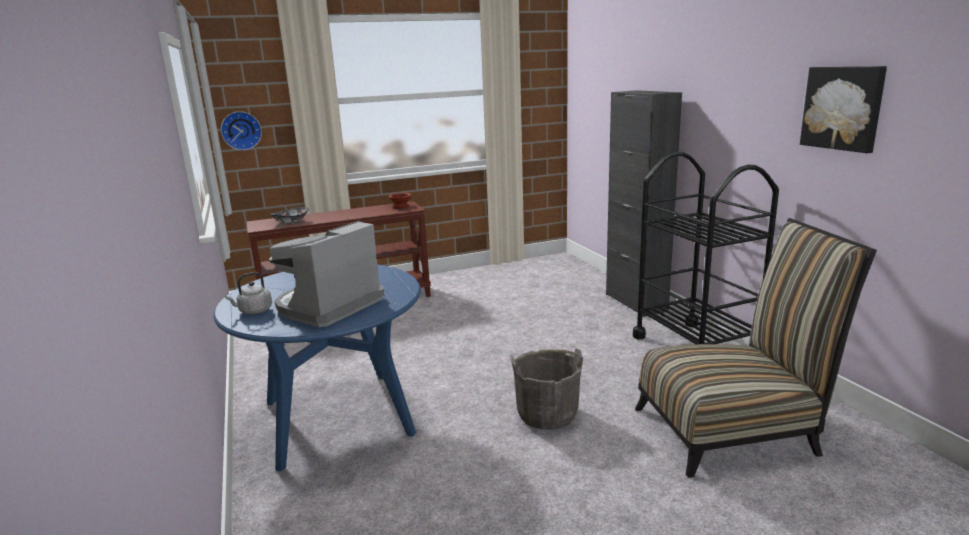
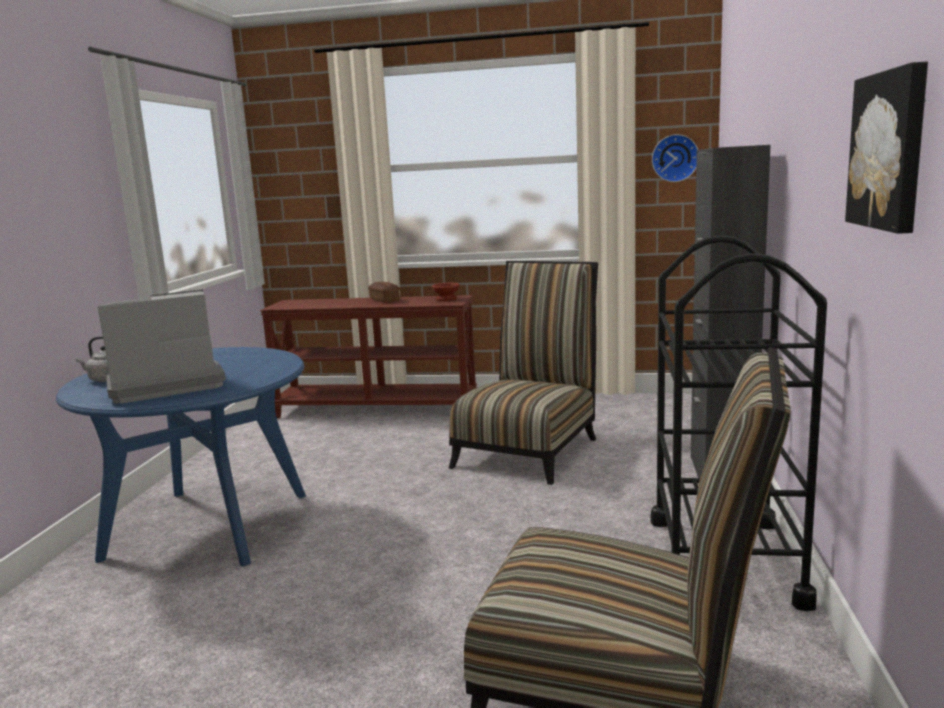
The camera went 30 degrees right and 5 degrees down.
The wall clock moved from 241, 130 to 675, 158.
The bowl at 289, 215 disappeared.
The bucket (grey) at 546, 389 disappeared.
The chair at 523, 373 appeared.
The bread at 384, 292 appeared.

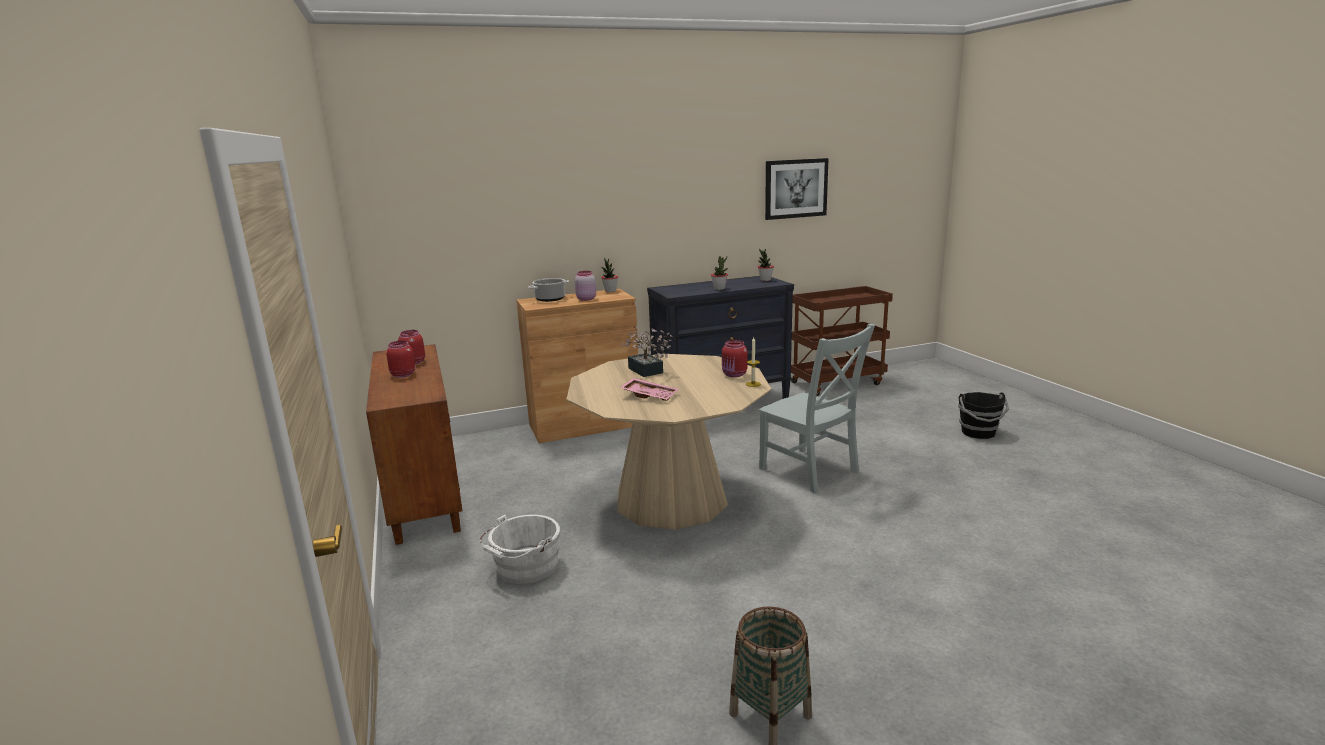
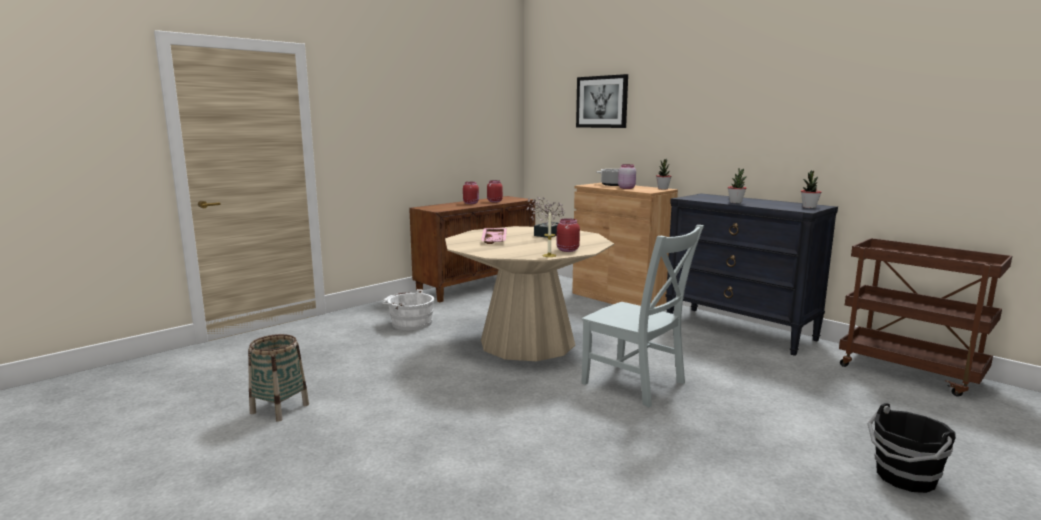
The camera went 65 degrees right and 5 degrees down.
The picture moved from 797, 189 to 602, 101.
The chair (grey) at 816, 409 turned 75 degrees counterclockwise.

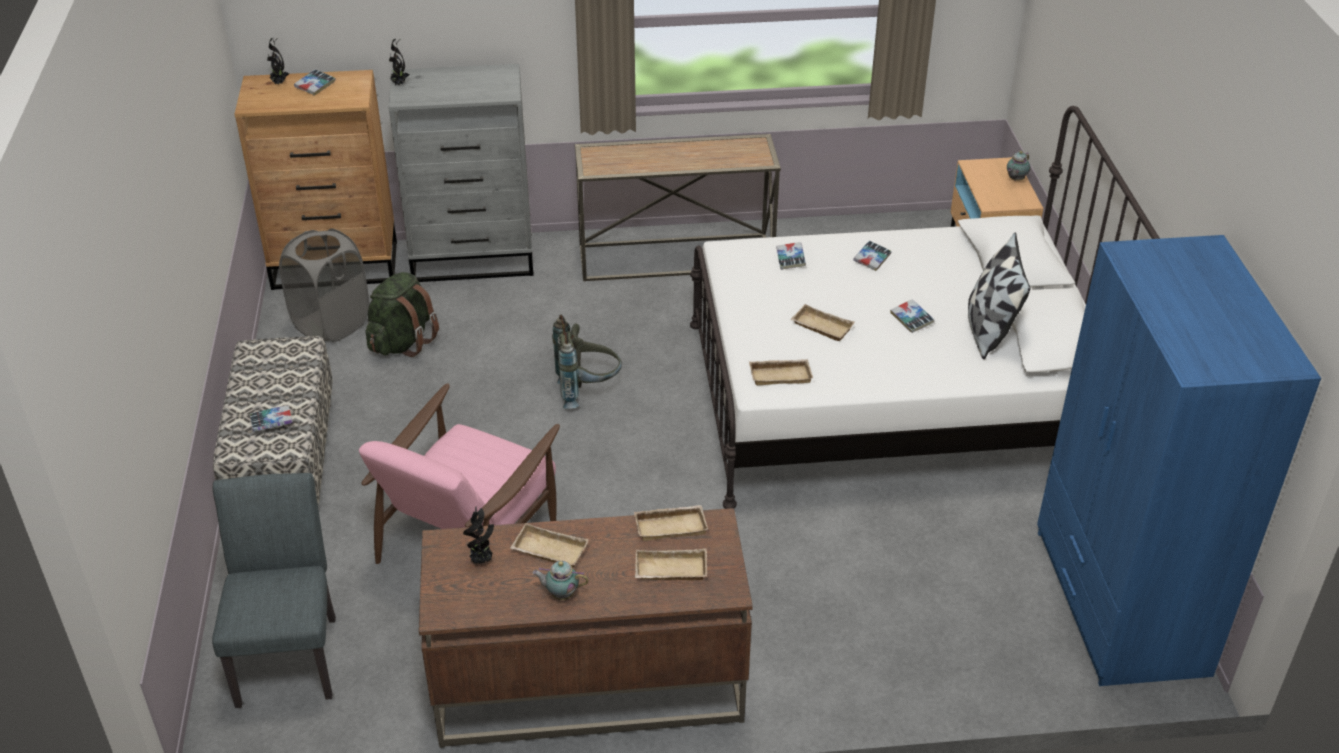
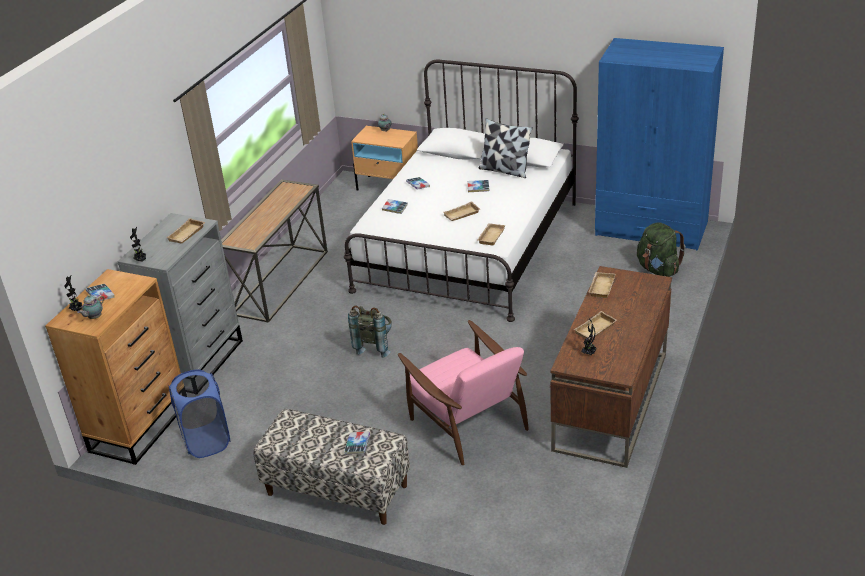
The camera went 60 degrees left and 5 degrees down.
The laundry basket (grey) at 324, 285 became the laundry basket (blue) at 199, 413.
The backpack (green) moved from 402, 314 to 661, 249.
The chair (grey) at 274, 590 disappeared.
The tray (beige) moved from 671, 564 to 185, 231.
The teapot moved from 560, 580 to 91, 307.

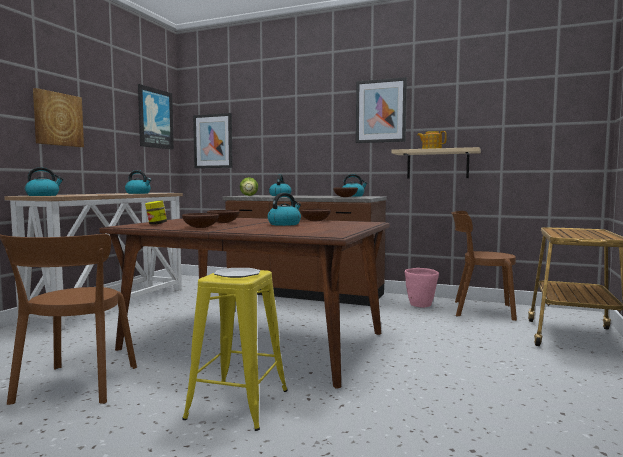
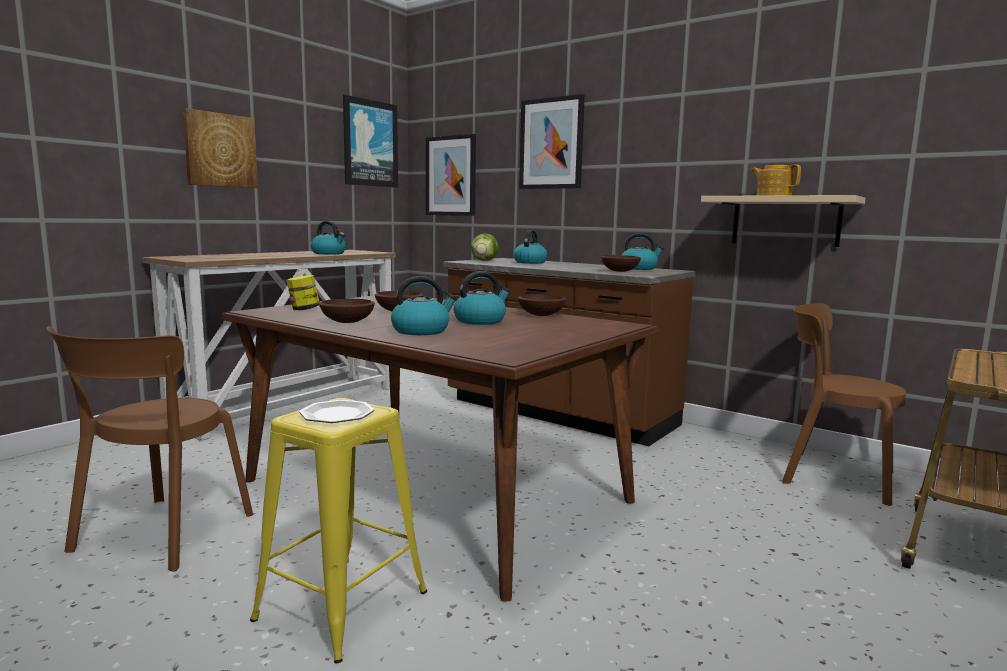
The camera went 15 degrees right and 5 degrees up.
The picture moved from 381, 110 to 552, 141.
The kettle moved from 44, 181 to 424, 305.
The planter (pink) at 422, 288 disappeared.

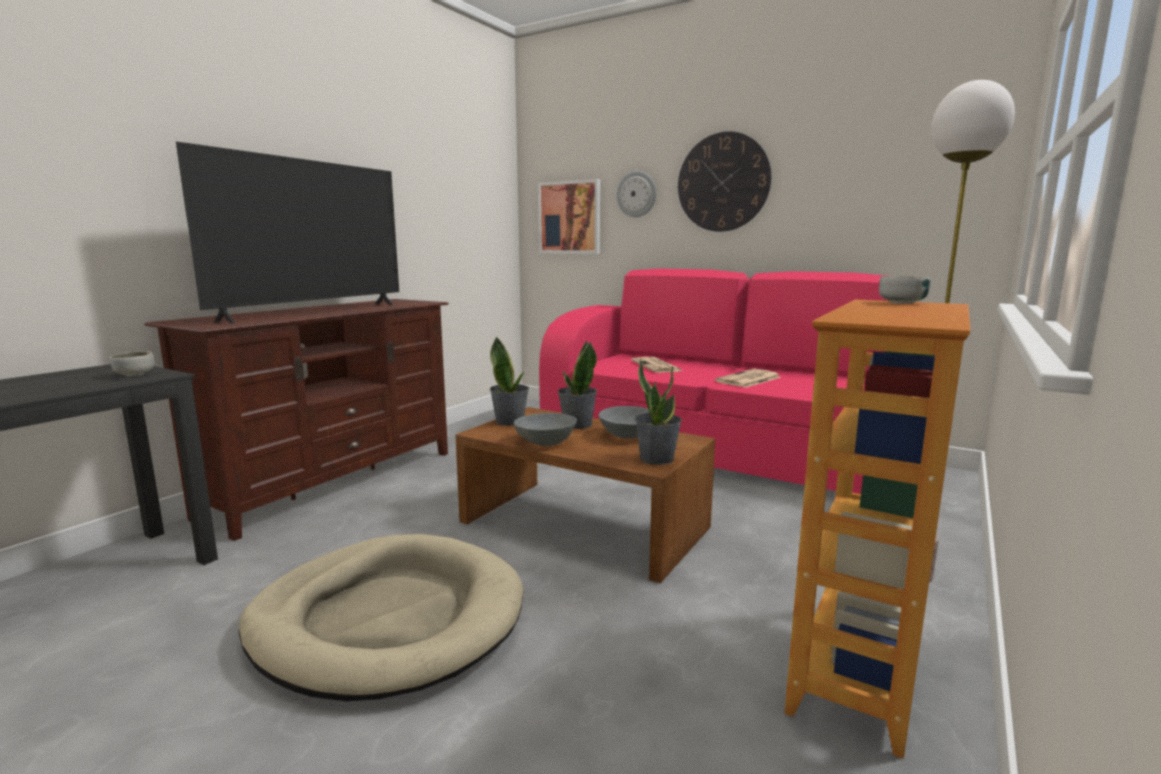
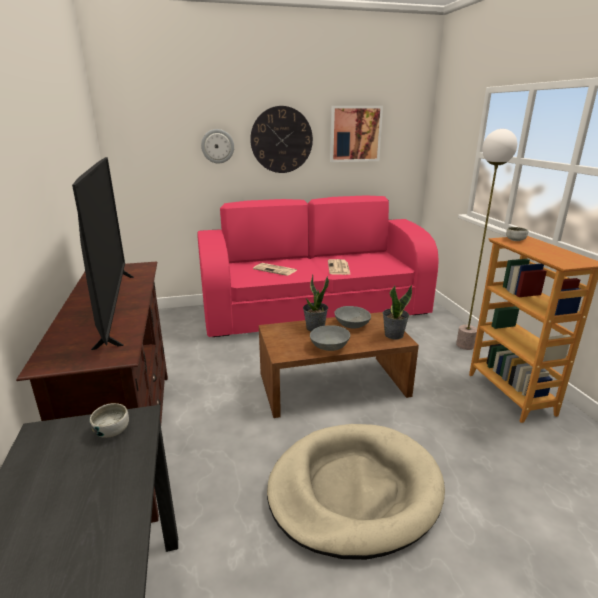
The camera went 45 degrees left and 10 degrees up.
The picture moved from 569, 216 to 356, 134.
The potted plant at 509, 381 disappeared.

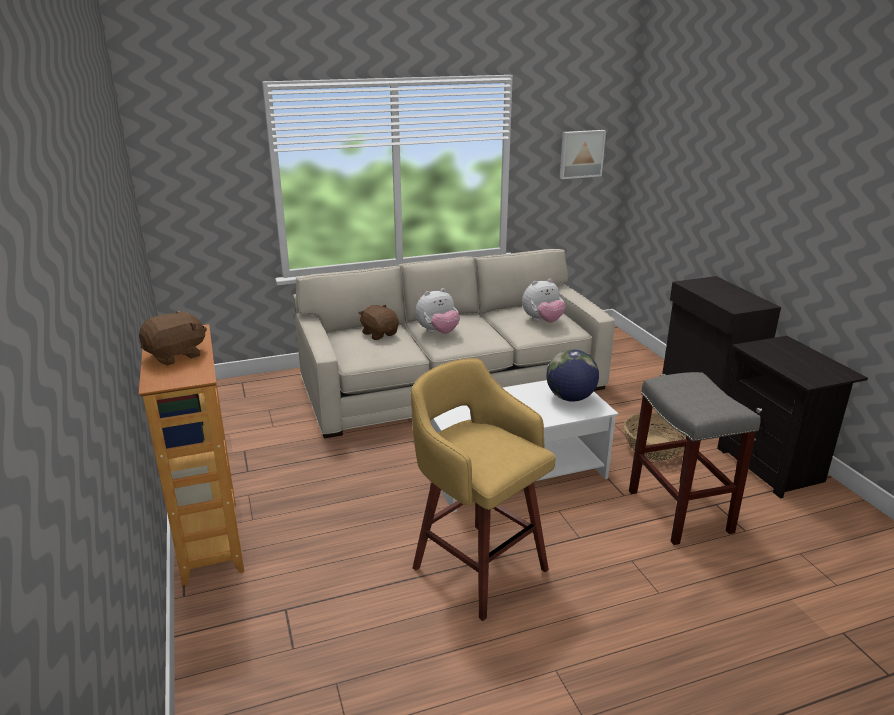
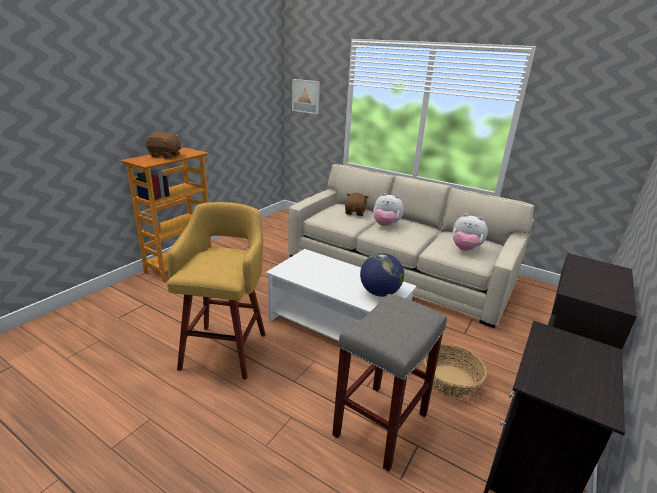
The camera went 50 degrees right and 0 degrees up.
The picture moved from 583, 154 to 306, 96.

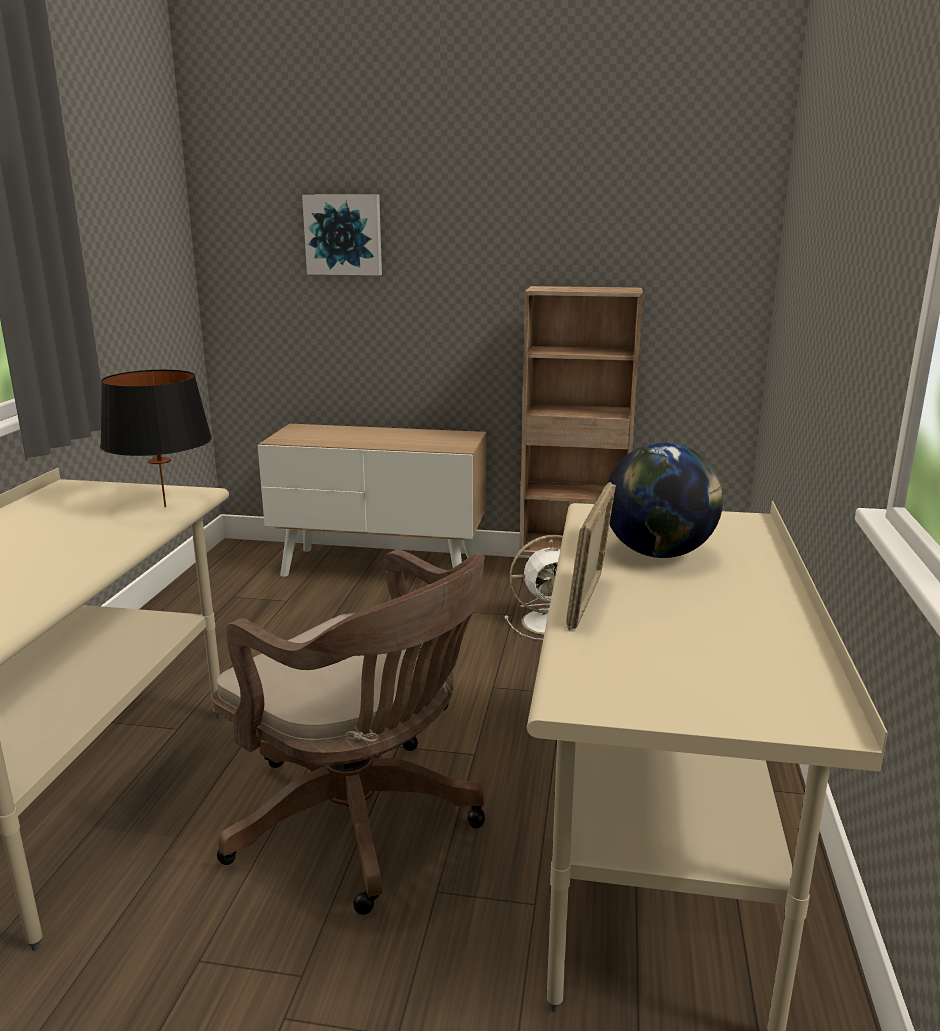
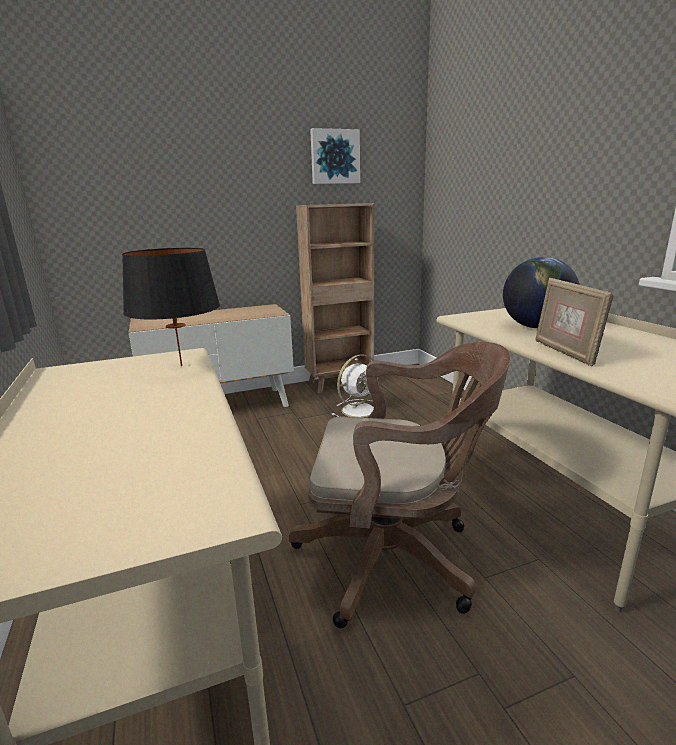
The camera went 30 degrees left and 0 degrees up.
The picture moved from 342, 235 to 335, 156.

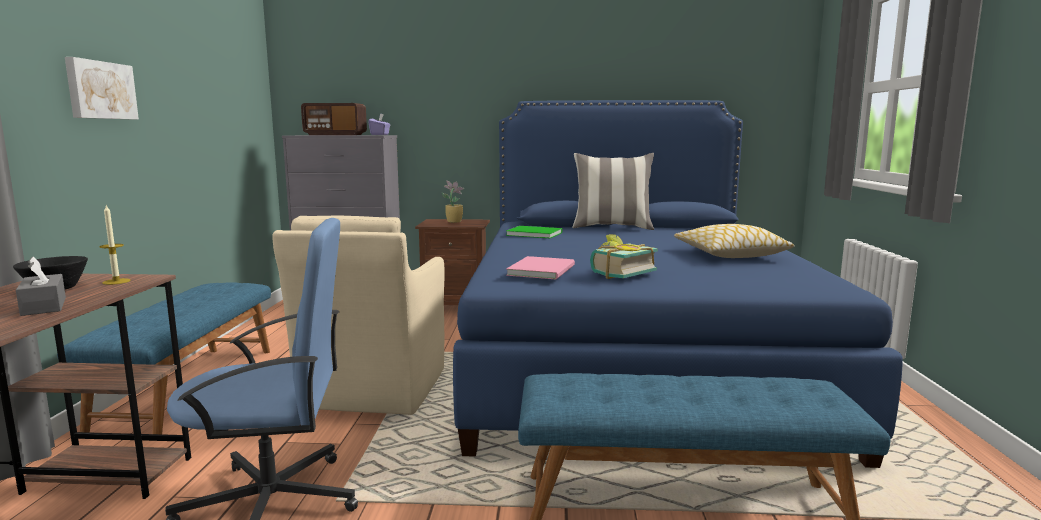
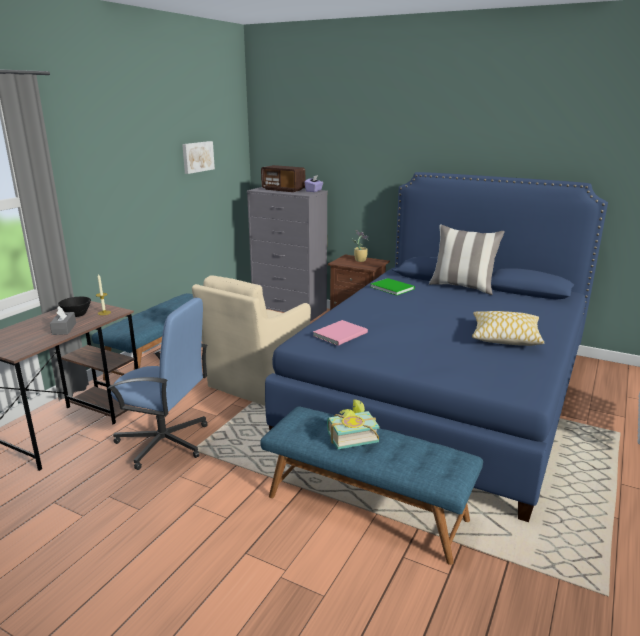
The camera went 25 degrees right and 10 degrees up.
The picture moved from 102, 88 to 198, 157.
The book moved from 624, 256 to 353, 424.

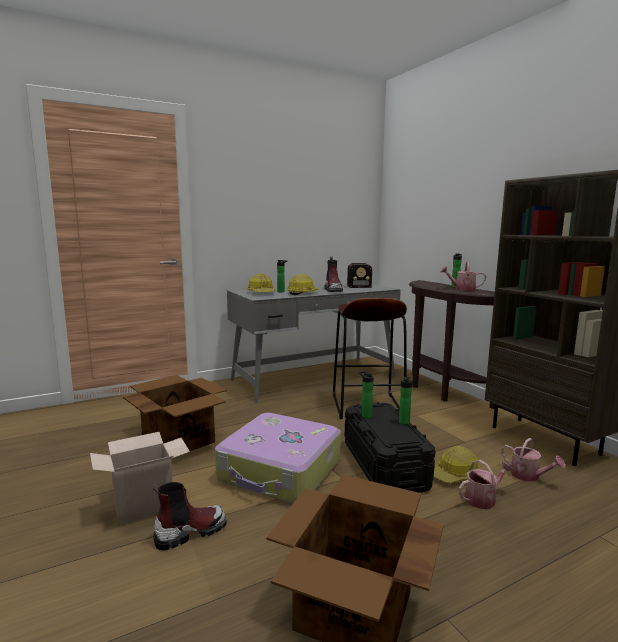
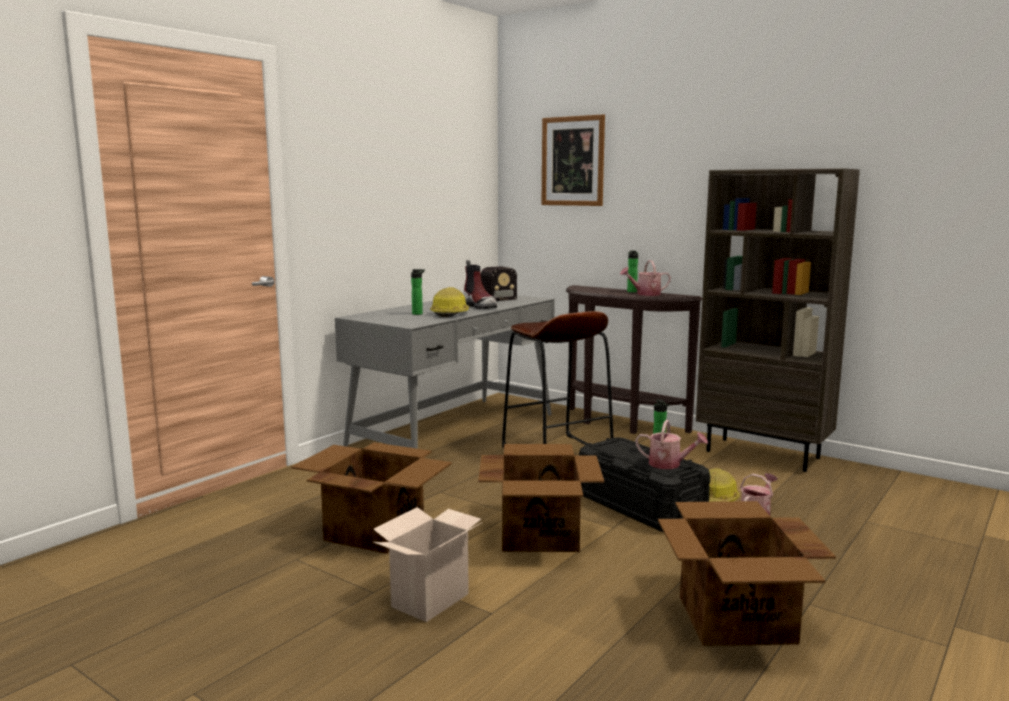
The camera went 25 degrees left and 0 degrees up.
The hard hat at 261, 282 disappeared.
The bottle at 366, 394 disappeared.
The suitcase at 278, 458 was replaced by the cardboard box at 541, 498.
The watering can moved from 533, 460 to 671, 444.
The boot at 190, 516 disappeared.
The picture at 573, 160 appeared.

